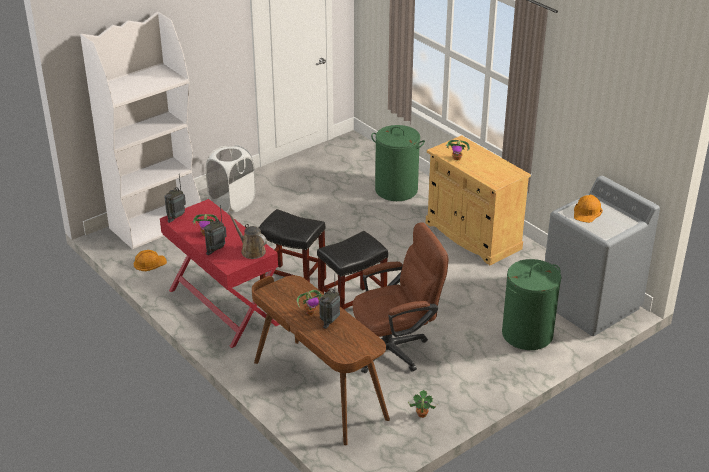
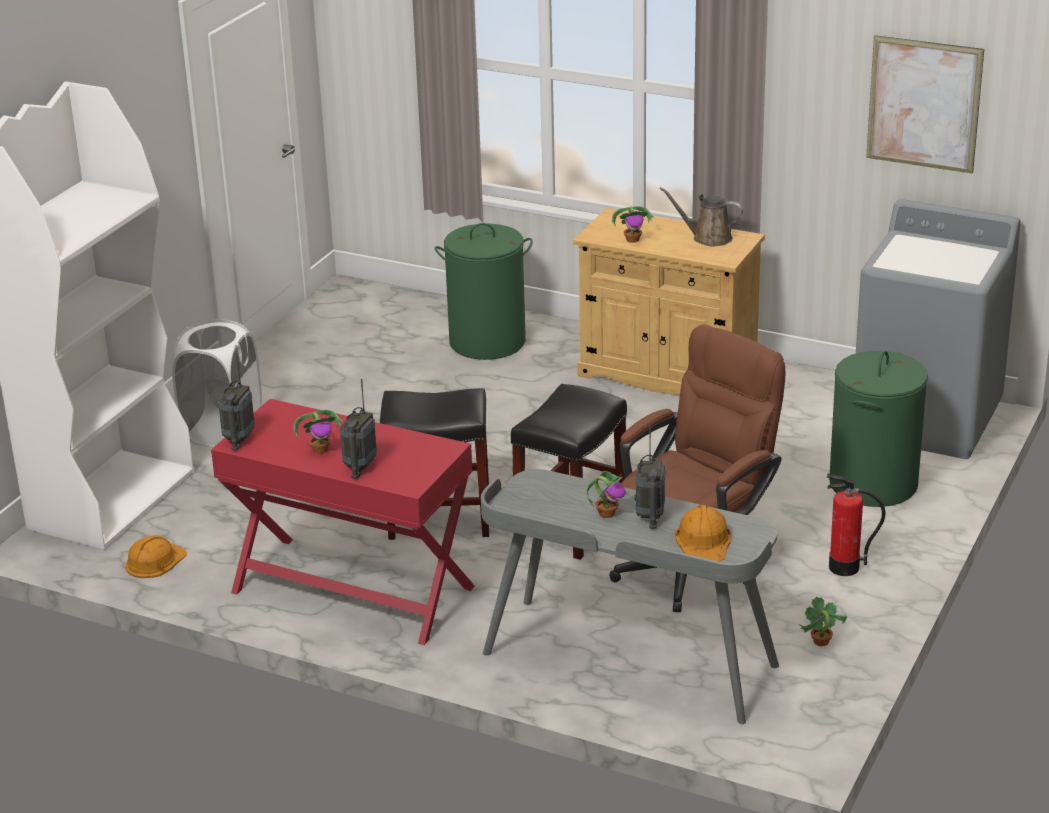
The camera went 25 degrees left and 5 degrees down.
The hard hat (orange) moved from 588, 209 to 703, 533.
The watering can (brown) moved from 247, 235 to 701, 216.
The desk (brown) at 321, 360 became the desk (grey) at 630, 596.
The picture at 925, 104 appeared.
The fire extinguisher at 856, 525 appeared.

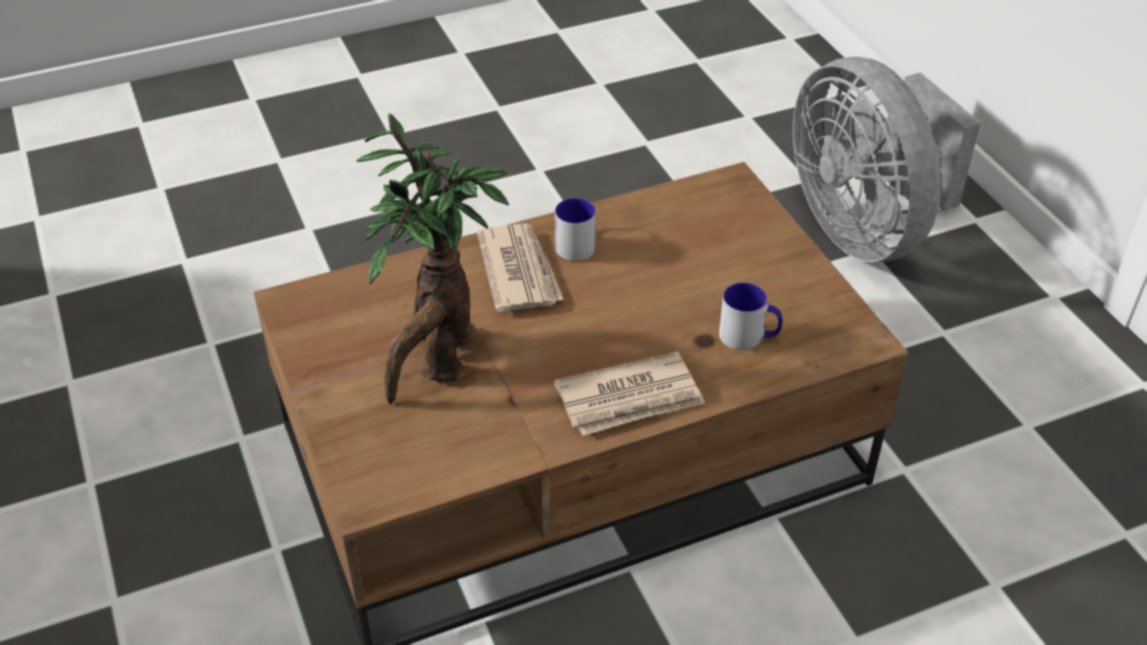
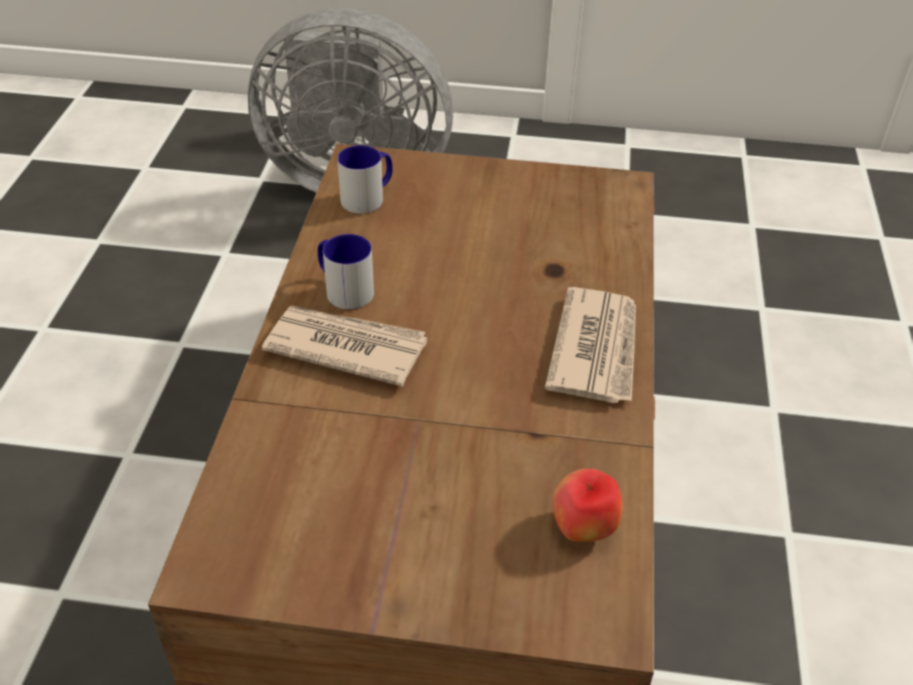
The camera went 60 degrees left and 0 degrees up.
The potted plant at 432, 258 disappeared.
The mug moved from 750, 316 to 364, 179.
The apple at 588, 505 appeared.

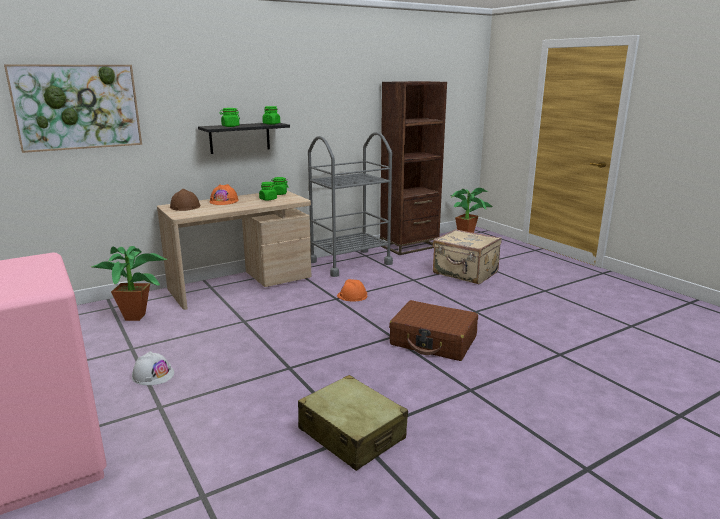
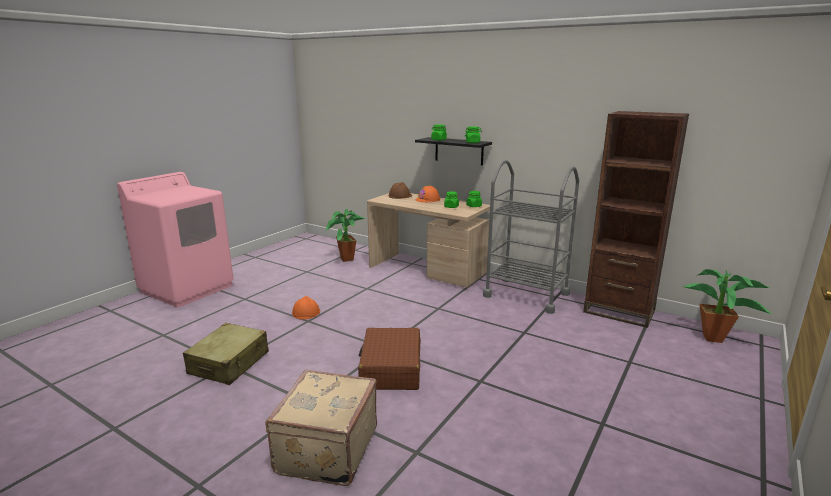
The camera went 65 degrees right and 0 degrees up.
The picture at 73, 108 disappeared.
The suitcase (beige) moved from 467, 256 to 321, 427.
The hard hat (orange) moved from 352, 290 to 306, 307.
The hard hat (white) at 153, 368 disappeared.

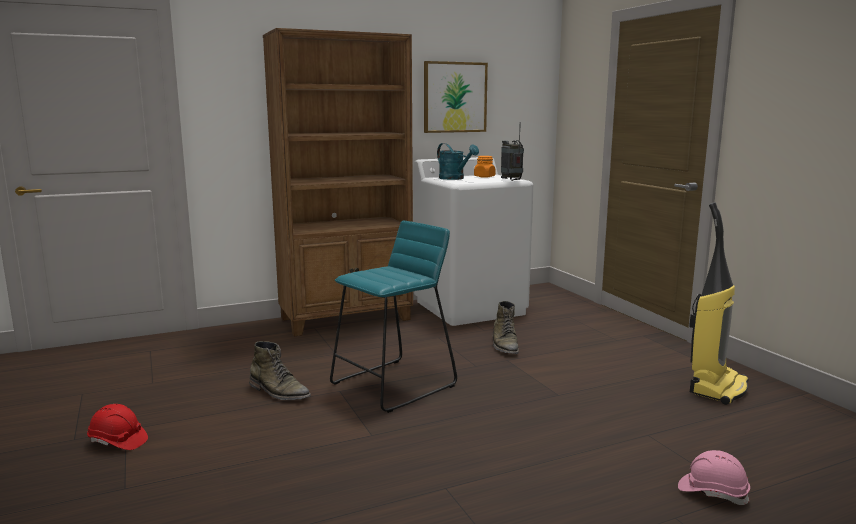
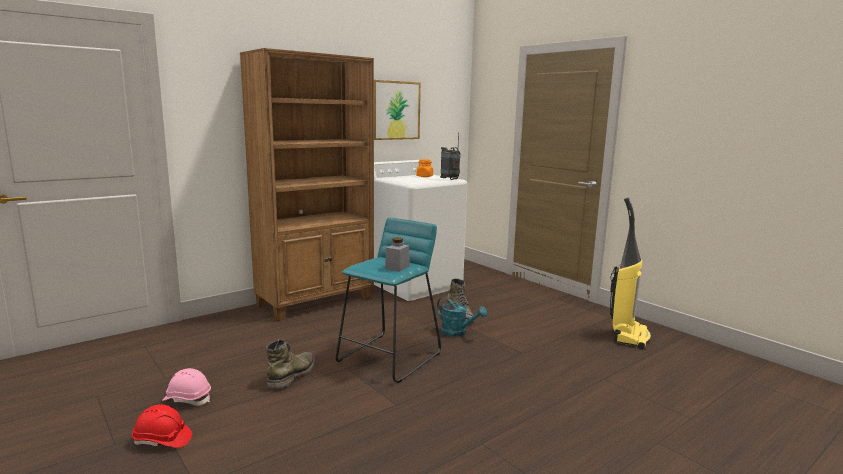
The camera went 15 degrees left and 0 degrees up.
The watering can (turquoise) moved from 458, 161 to 462, 317.
The boot (green) at 280, 370 turned 90 degrees counterclockwise.
The hard hat (pink) moved from 714, 477 to 186, 387.
The jar (grey) at 397, 254 appeared.

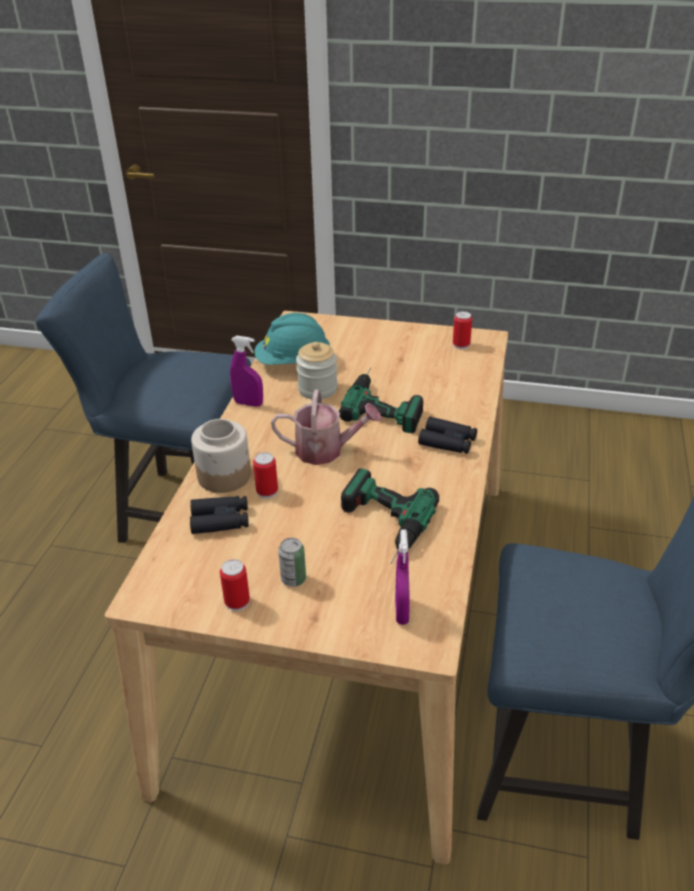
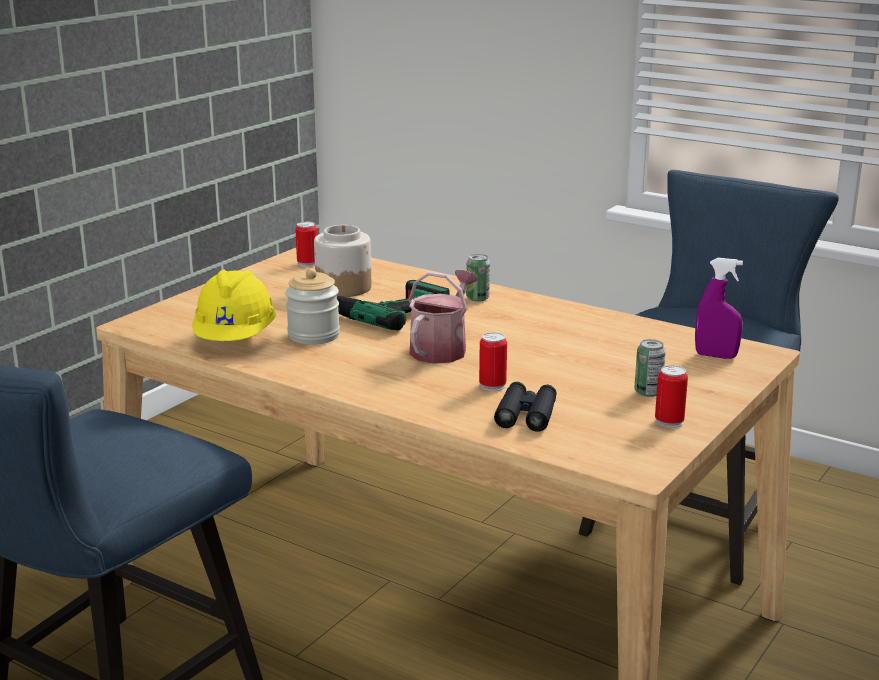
The camera went 70 degrees left and 15 degrees down.
The hard hat (turquoise) at 292, 339 became the hard hat (yellow) at 234, 305.
The spray bottle (purple) at 246, 371 disappeared.
The binoculars (black) at 447, 435 was replaced by the can at 478, 278.
The jar moved from 221, 456 to 342, 261.
The power drill at 390, 516 disappeared.

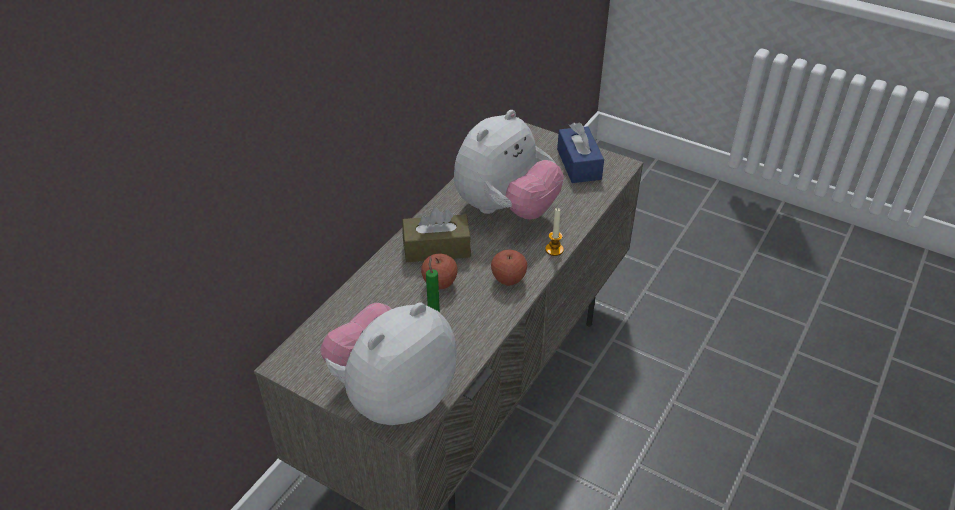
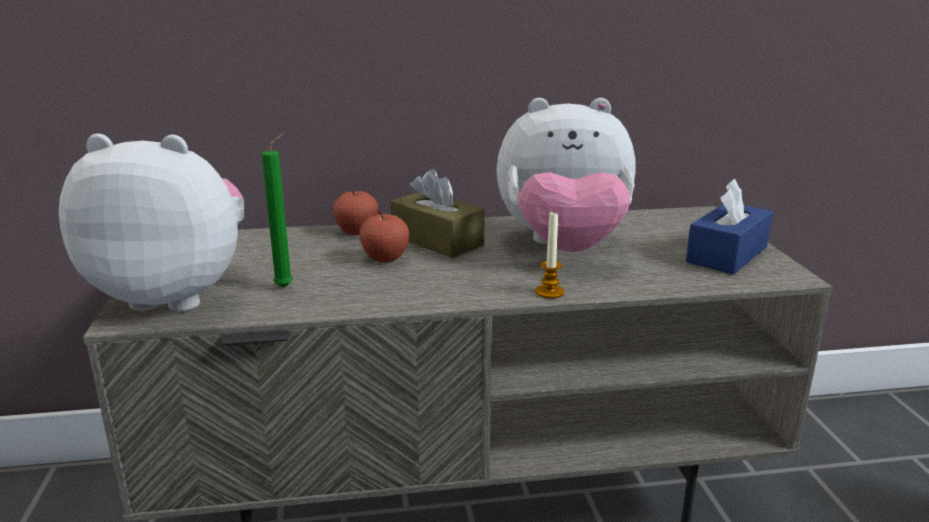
The camera went 50 degrees right and 20 degrees down.
The apple moved from 509, 267 to 356, 212.

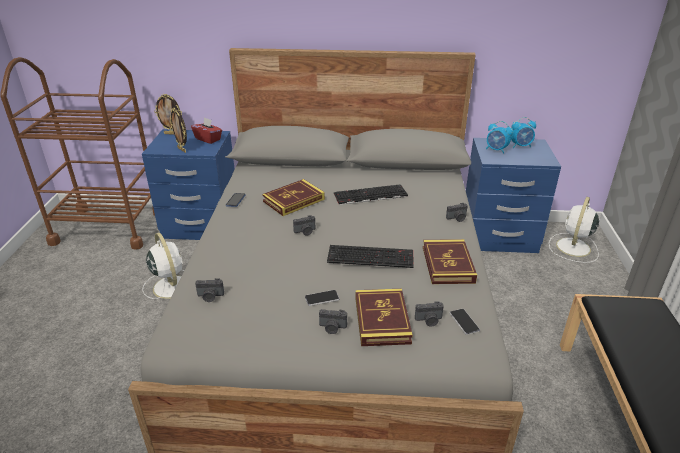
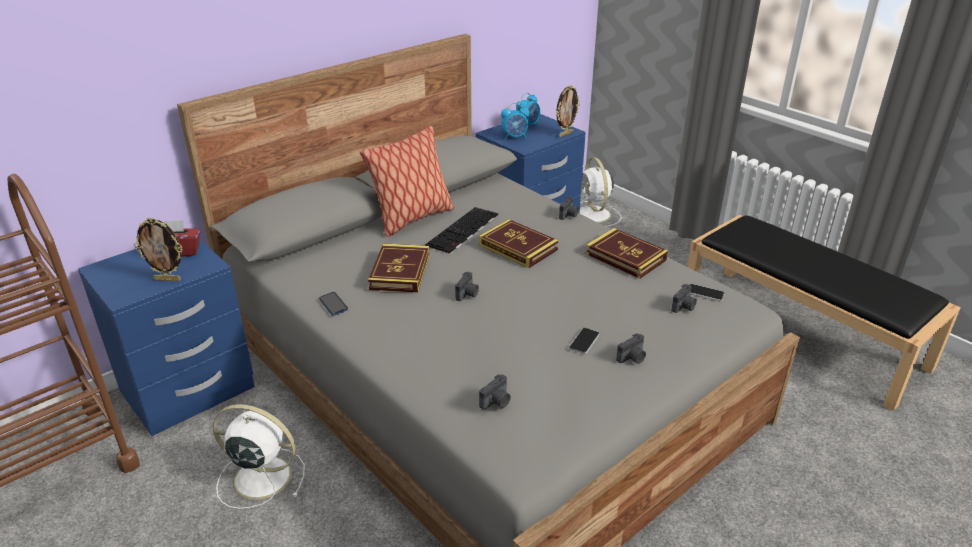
The camera went 45 degrees left and 0 degrees up.
The picture frame moved from 168, 114 to 568, 111.
The keyboard at 370, 256 disappeared.
The book moved from 384, 317 to 519, 243.
The pillow at 407, 181 appeared.

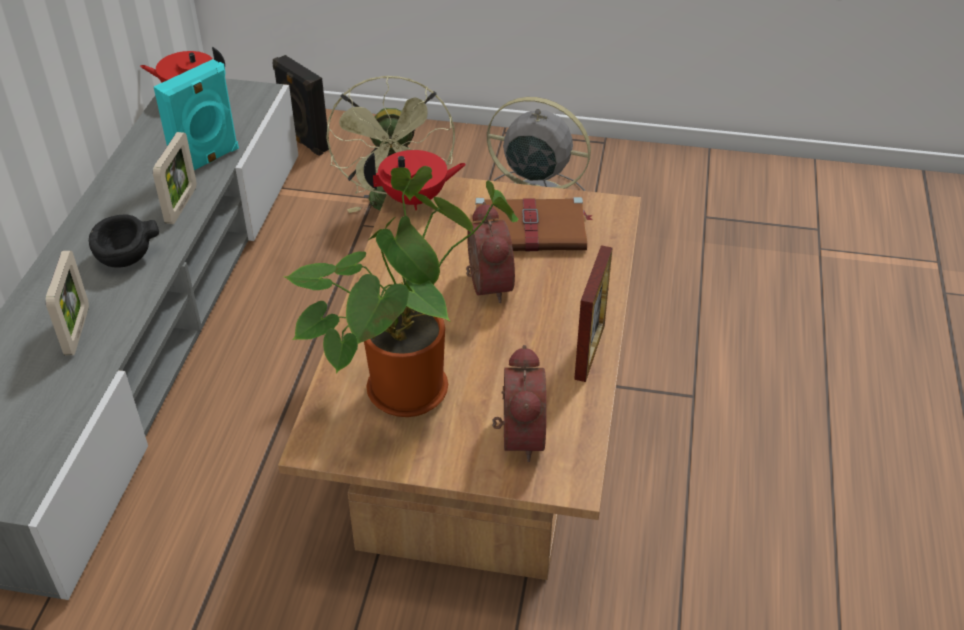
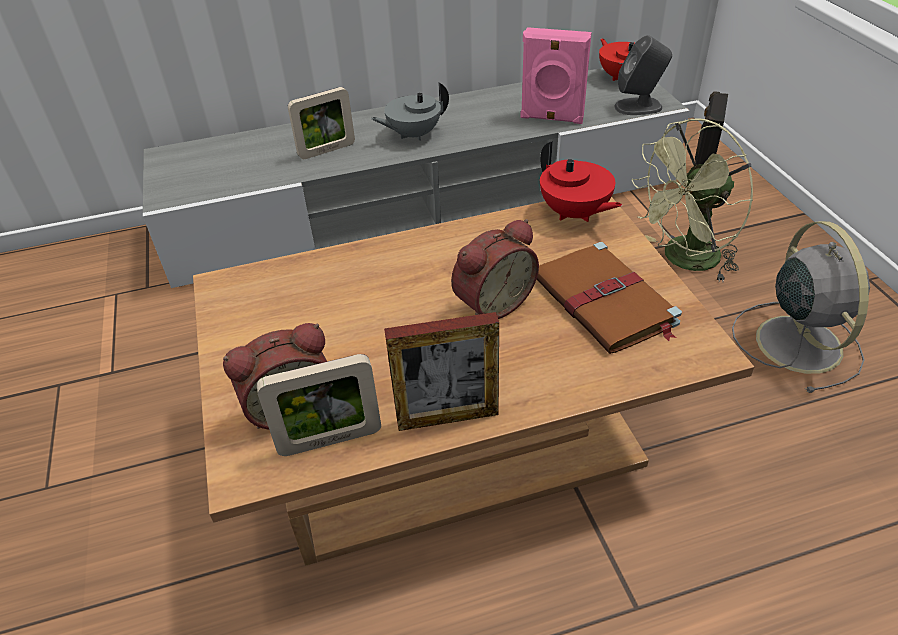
The camera went 65 degrees right and 0 degrees up.
The speaker (turquoise) at 196, 114 became the speaker (pink) at 556, 75.
The picture frame moved from 174, 178 to 319, 405.
The potted plant at 400, 291 disappeared.
The bowl (black) at 124, 241 was replaced by the teapot (grey) at 410, 111.
The speaker (grey) at 643, 75 appeared.

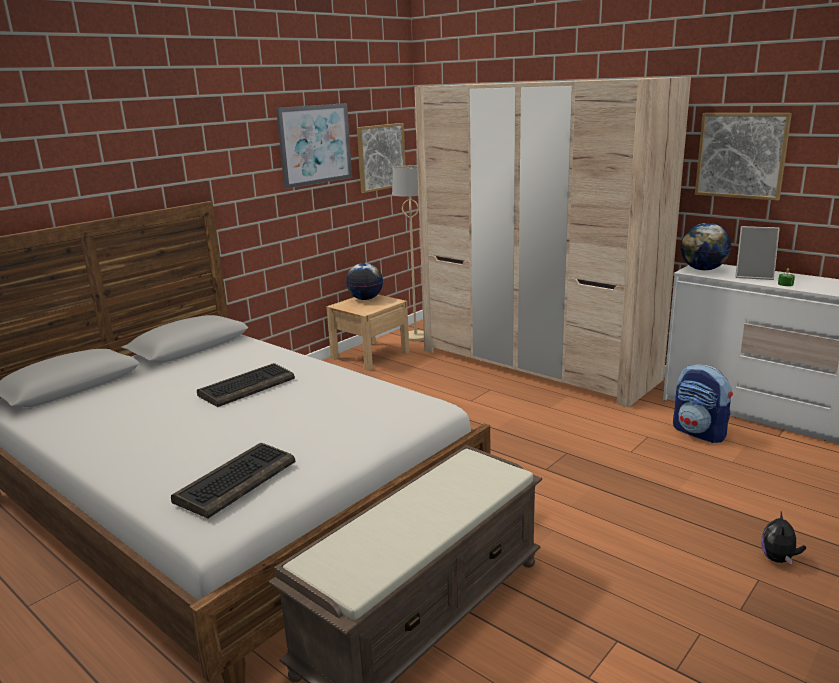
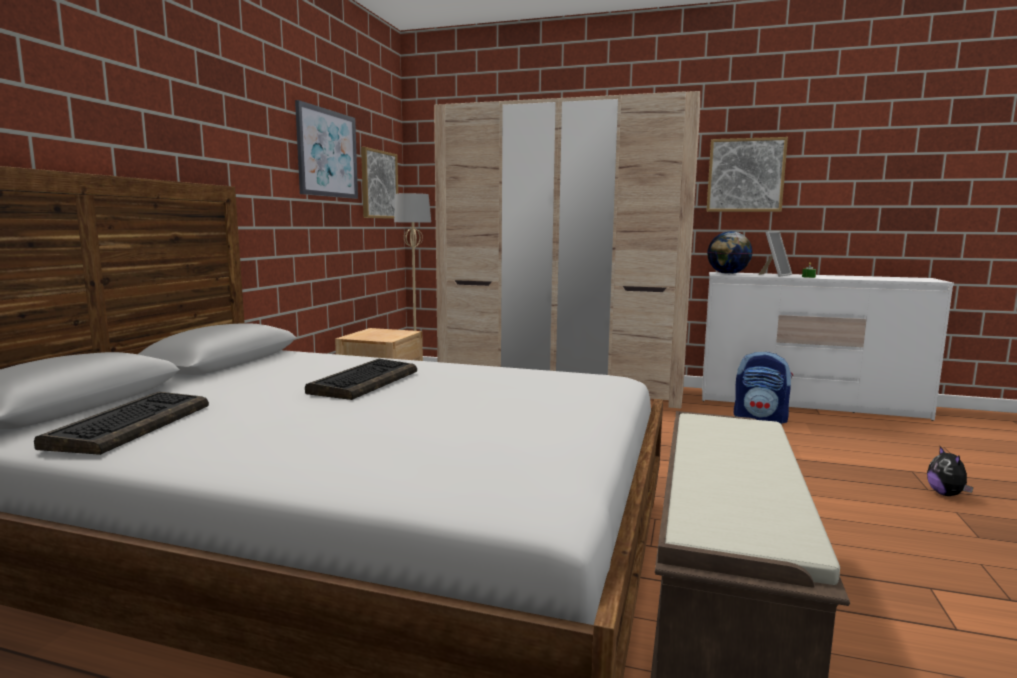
The camera went 25 degrees left and 10 degrees down.
The picture frame at 757, 253 turned 45 degrees counterclockwise.
The globe at 364, 281 disappeared.
The keyboard moved from 233, 480 to 121, 423.

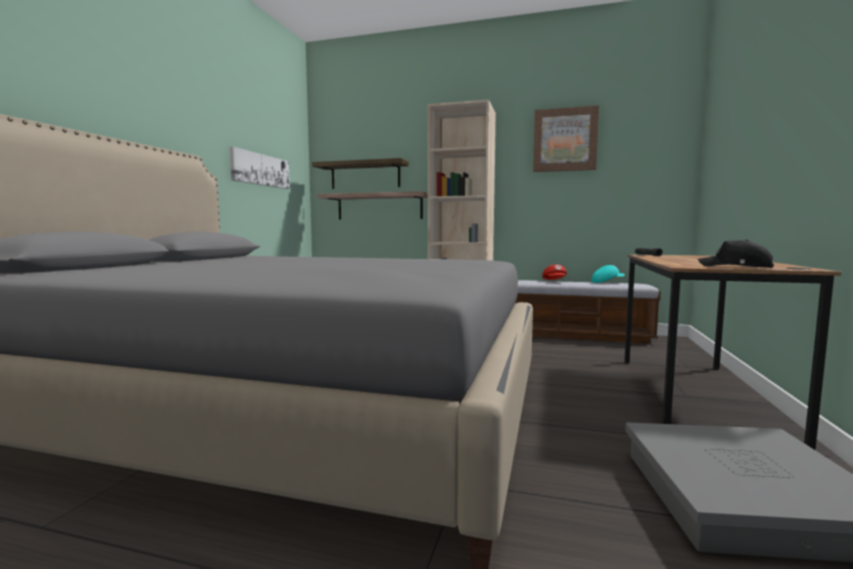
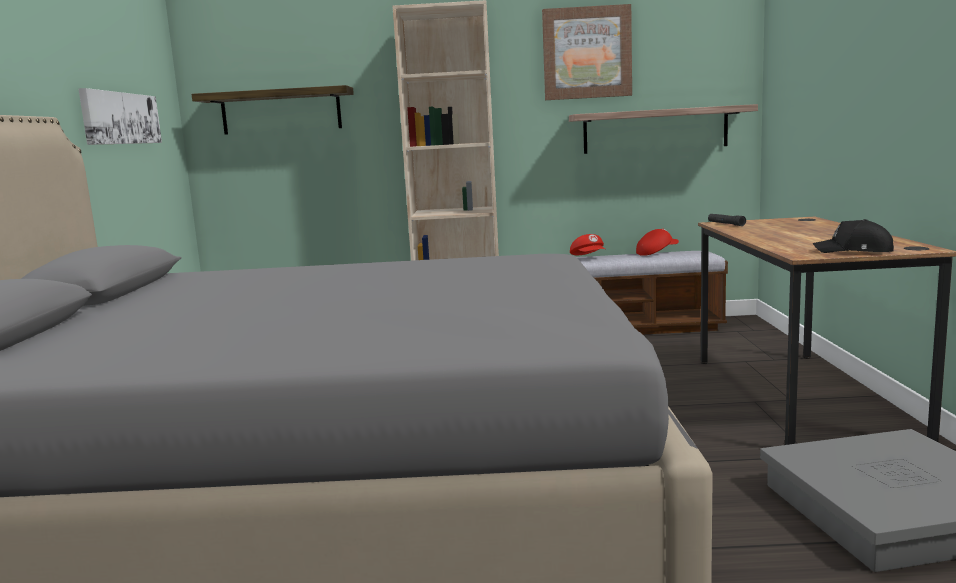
The camera went 15 degrees left and 5 degrees up.
The shelf moved from 373, 205 to 663, 129.
The cap (turquoise) at 608, 274 became the cap (red) at 657, 242.

